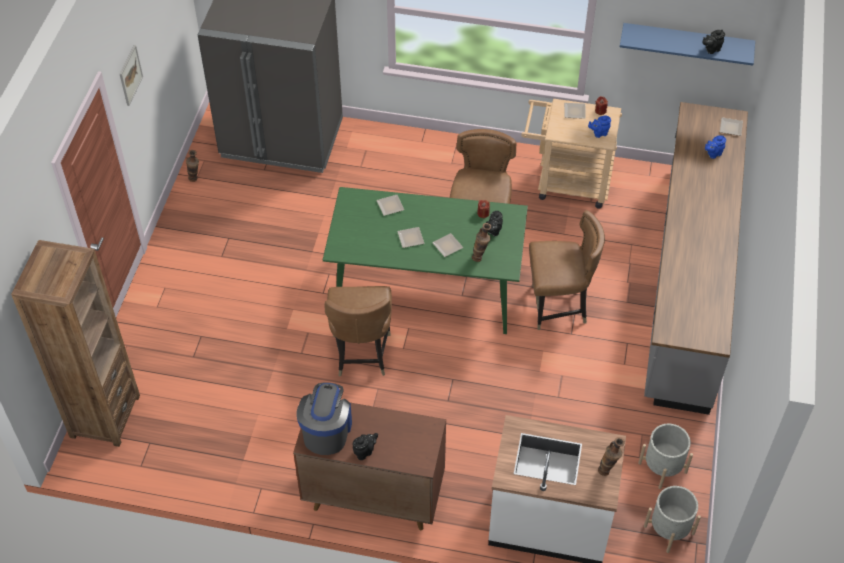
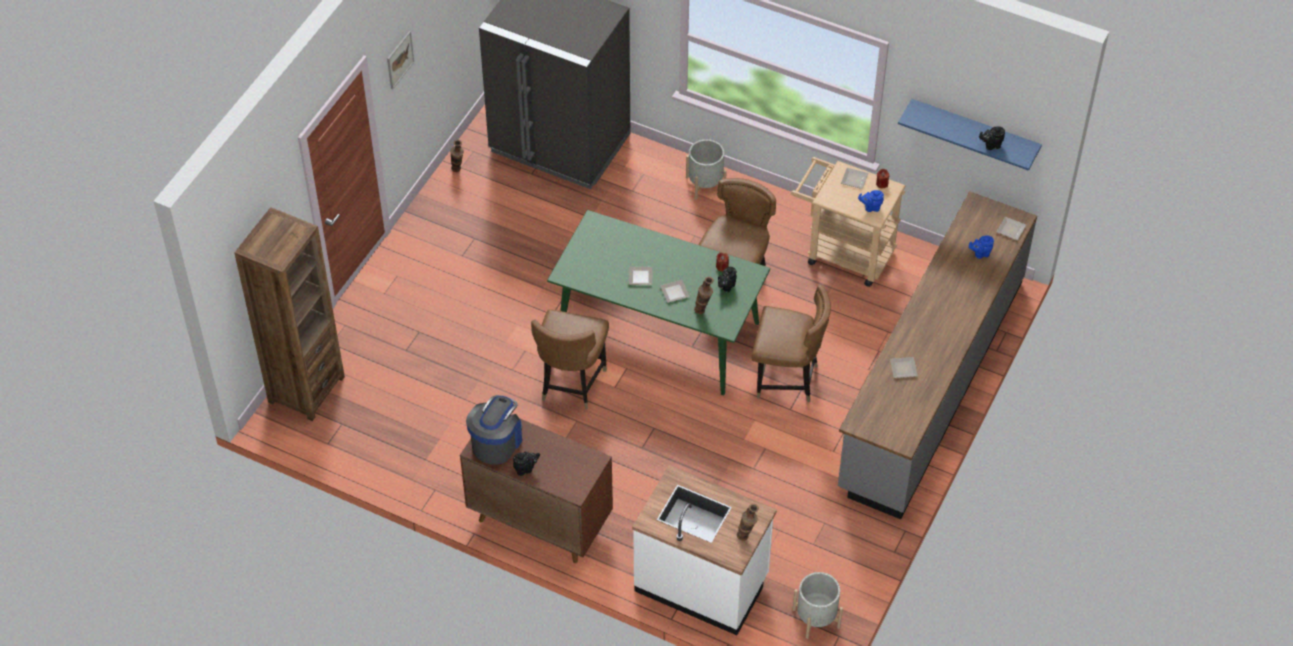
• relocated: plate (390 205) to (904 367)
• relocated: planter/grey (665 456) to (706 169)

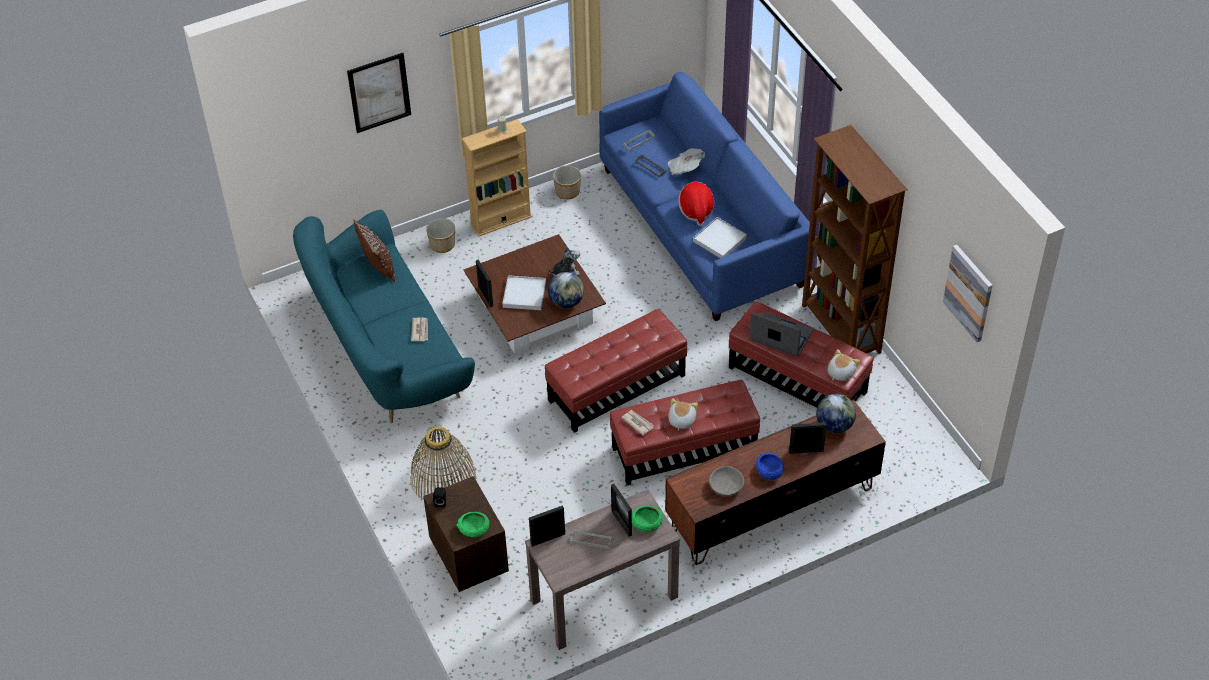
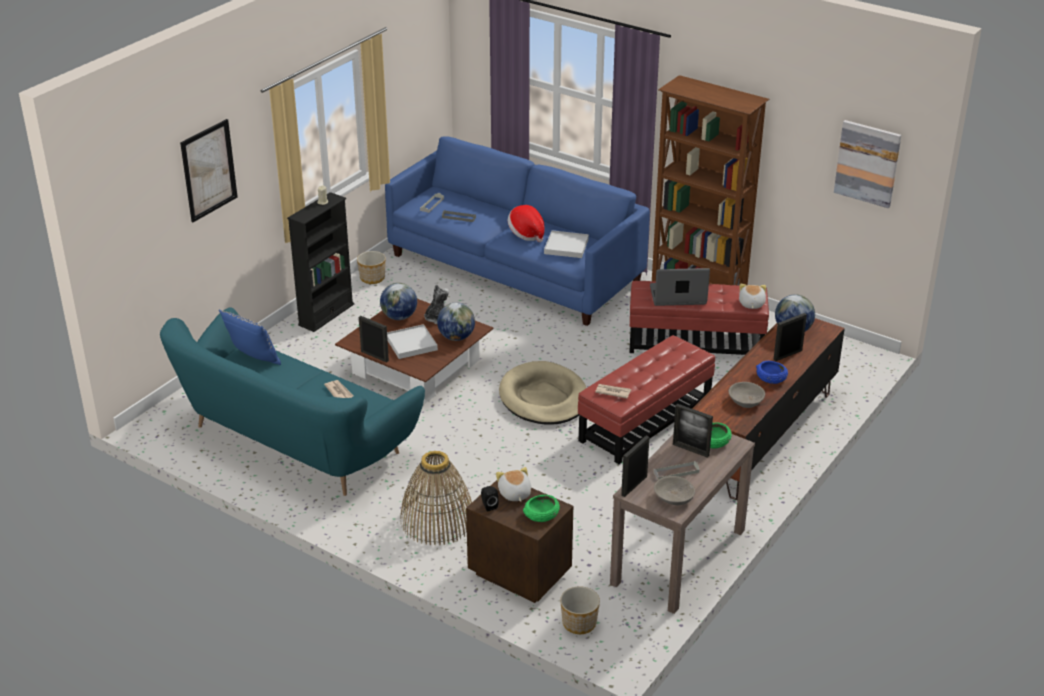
• colour: pillow/brown (374 251) to pillow/blue (250 337)
• relocated: planter (440 235) to (580 610)
• colour: bookcase/beige (497 178) to bookcase/black (320 262)
• exchanged: ottoman/red (616 371) to dog bed/beige (542 393)
• missing: newspaper (686 161)
• relocated: plush toy (683 414) to (513 484)
• appeared: globe (398 301)
• appeared: bowl/grey (674 490)

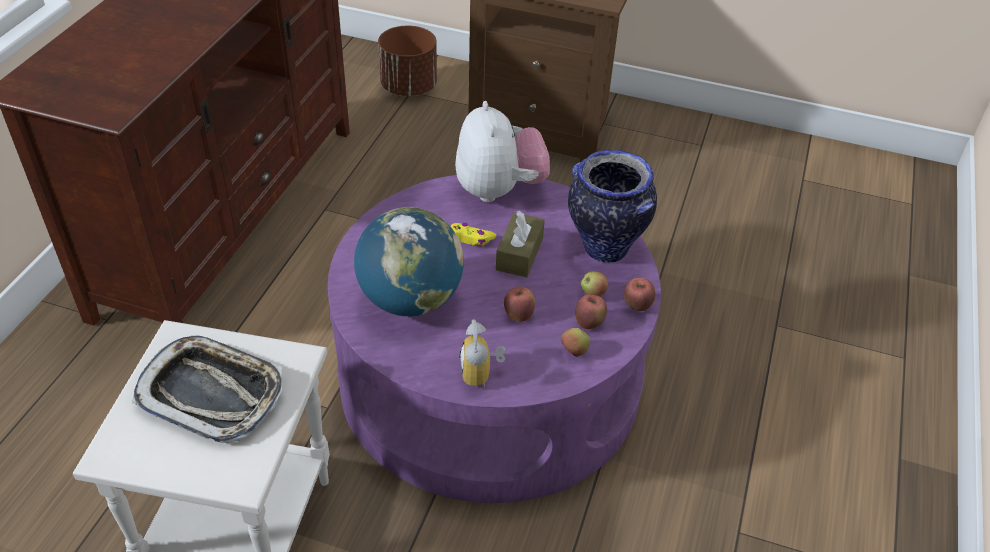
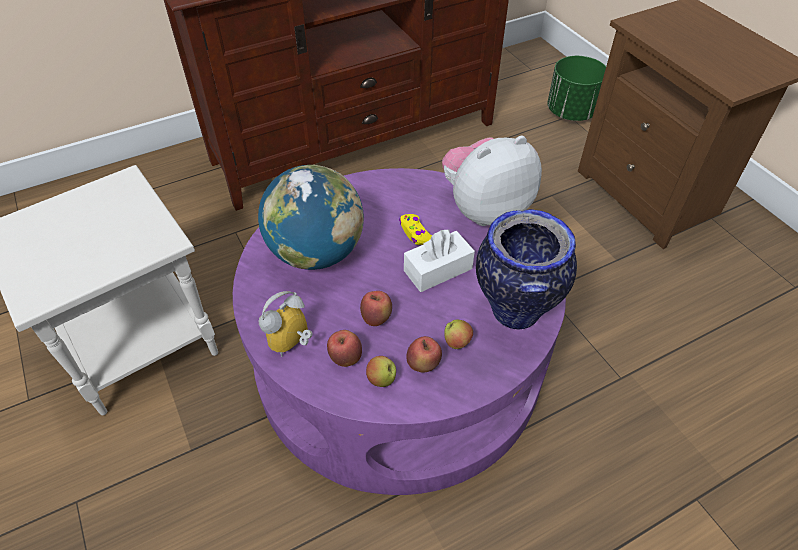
• missing: tray (207 389)
• colour: planter/brown (407 61) to planter/green (576 88)
• spun: plush toy (502 151) = (492 181) 150 degrees counterclockwise
• colour: tissue box/brown (520 244) to tissue box/white (439 261)
• relocated: apple (639 294) to (344 348)

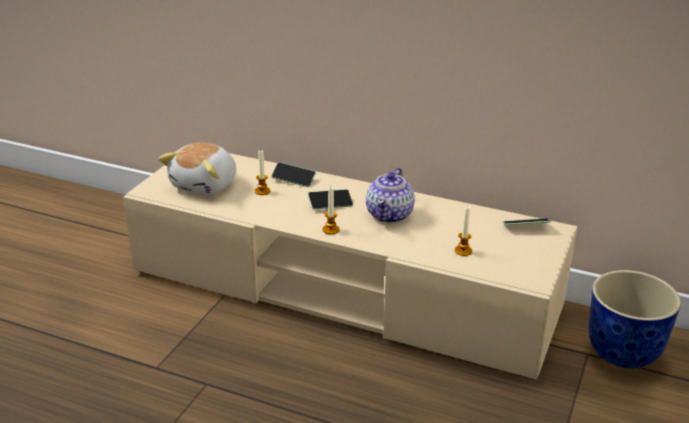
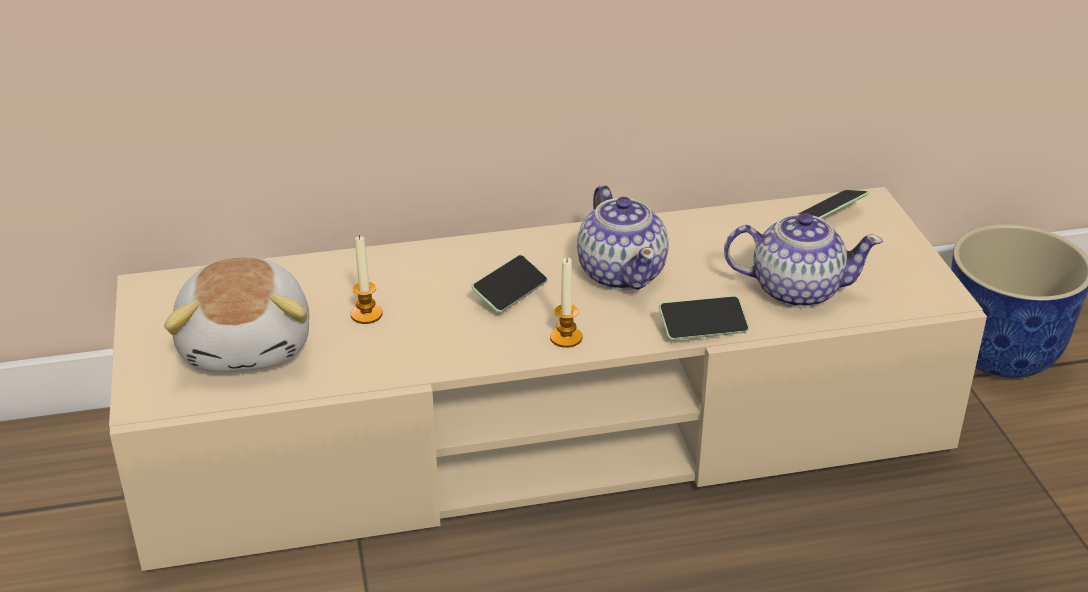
• relocated: phone (293 174) to (704 318)
• exchanged: candle (463 231) to teapot (803 260)

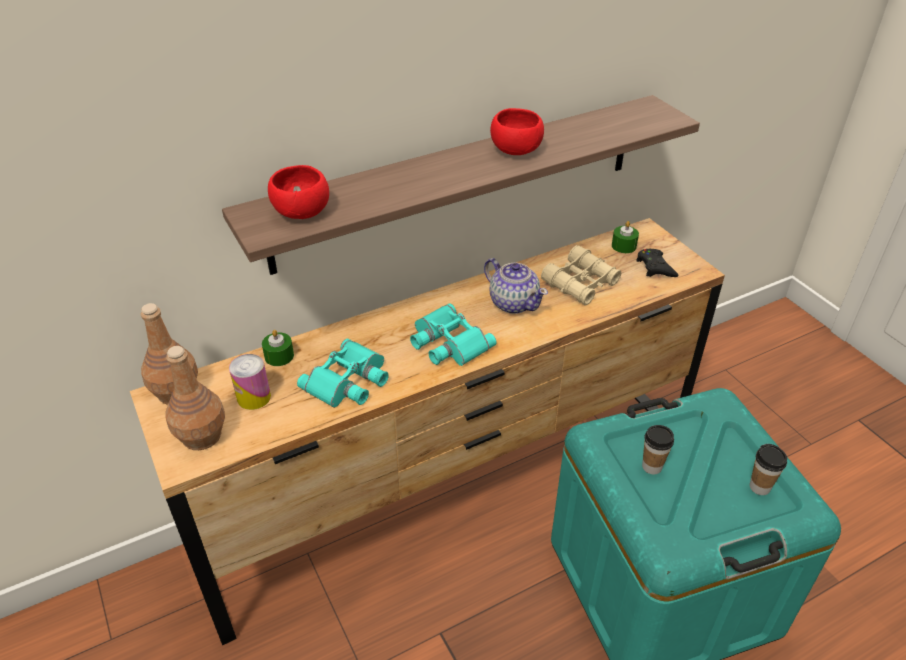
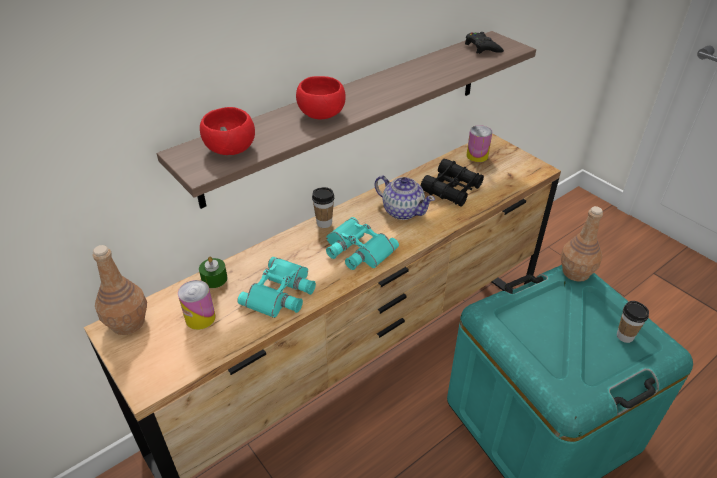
• relocated: bottle/brown (195 398) to (581 244)
• relocated: bowl/red (517 131) to (321 97)
• colour: binoculars/beige (581 275) to binoculars/black (452 183)
• exchanged: candle/green (625 237) to can (479 143)
• relocated: game controller/black (657 263) to (484 43)
• relocated: cup (658 449) to (323 207)

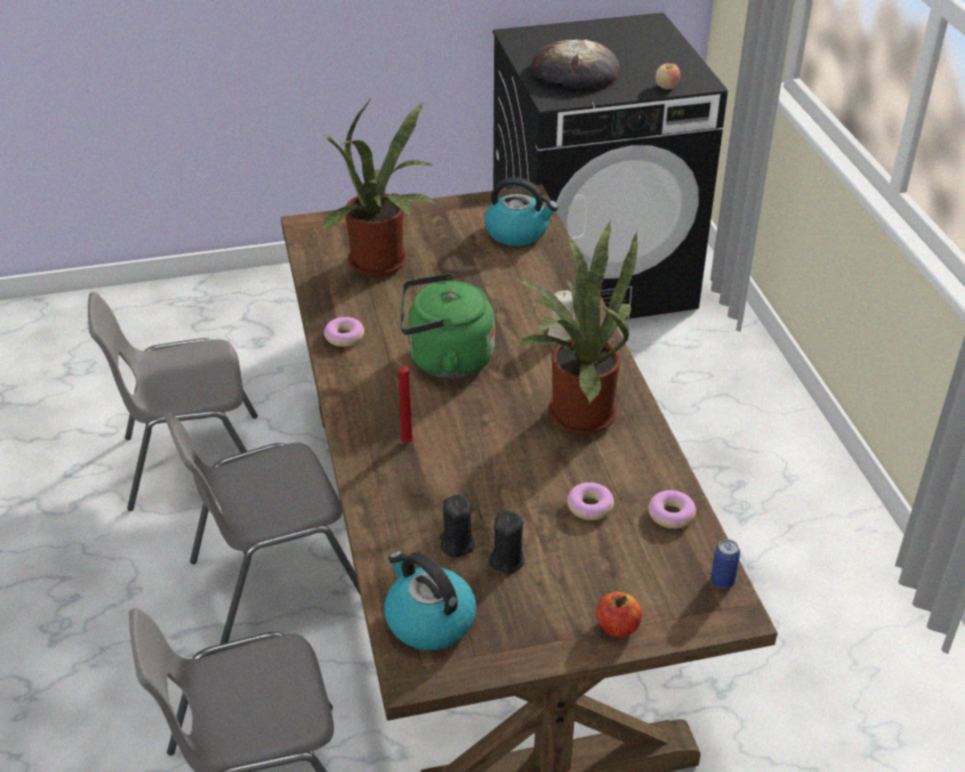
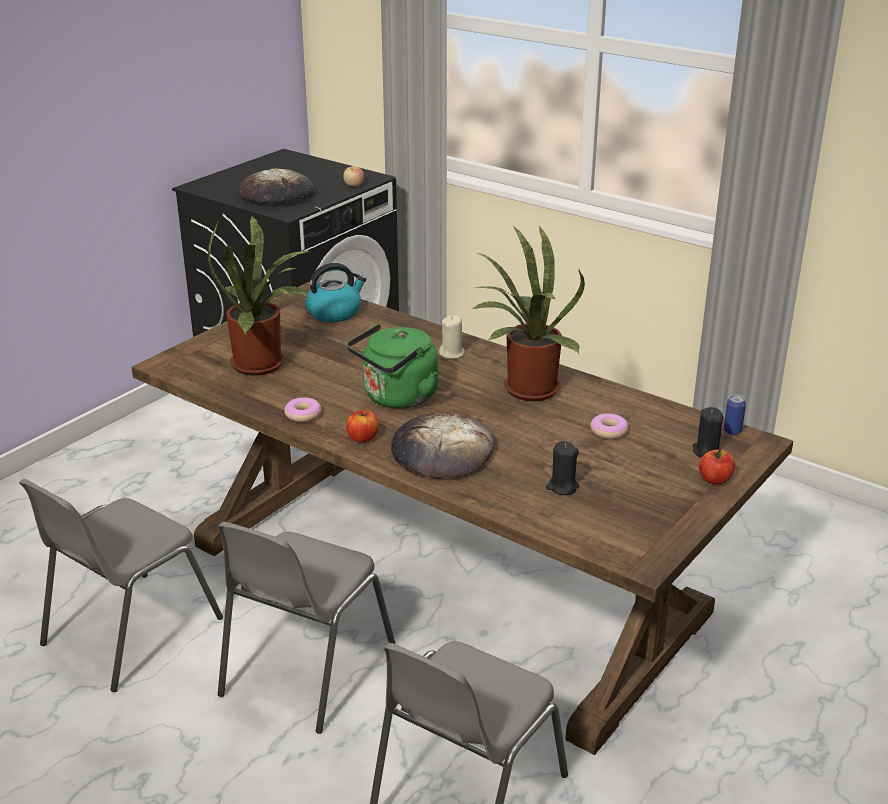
• missing: kettle (430 600)
• exchanged: candle/red (403 400) to bread (443 446)
• relocated: candle/black (507 542) to (708 432)
• missing: donut (673 509)
• appeared: apple (362 426)

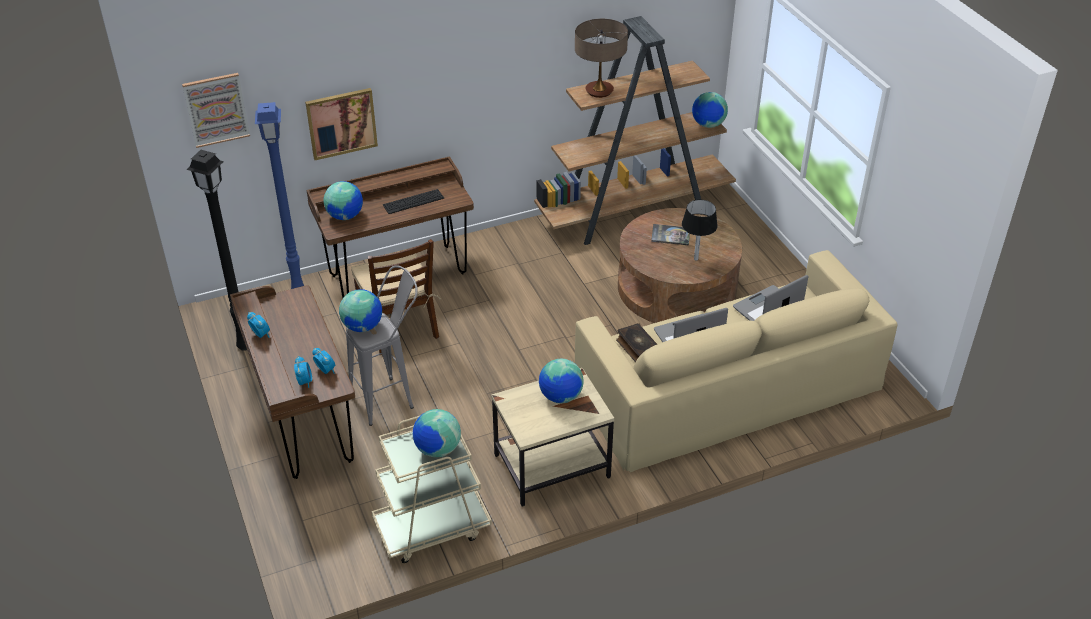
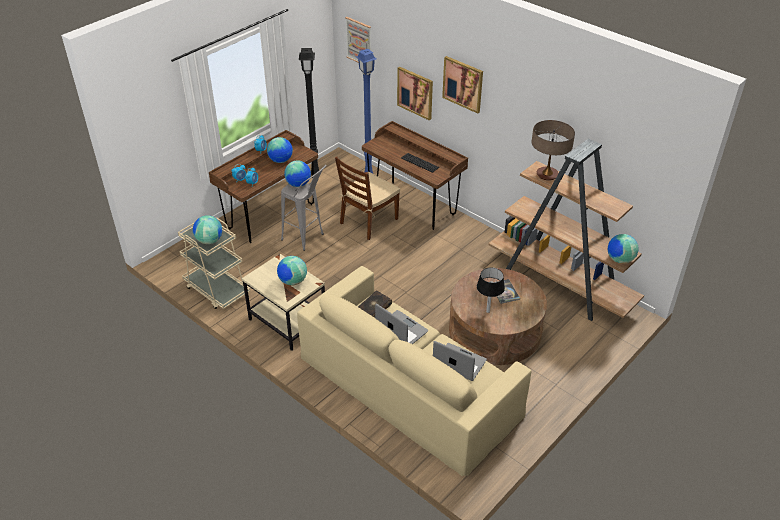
• relocated: globe (343 200) to (280 150)
• appeared: picture (462 85)

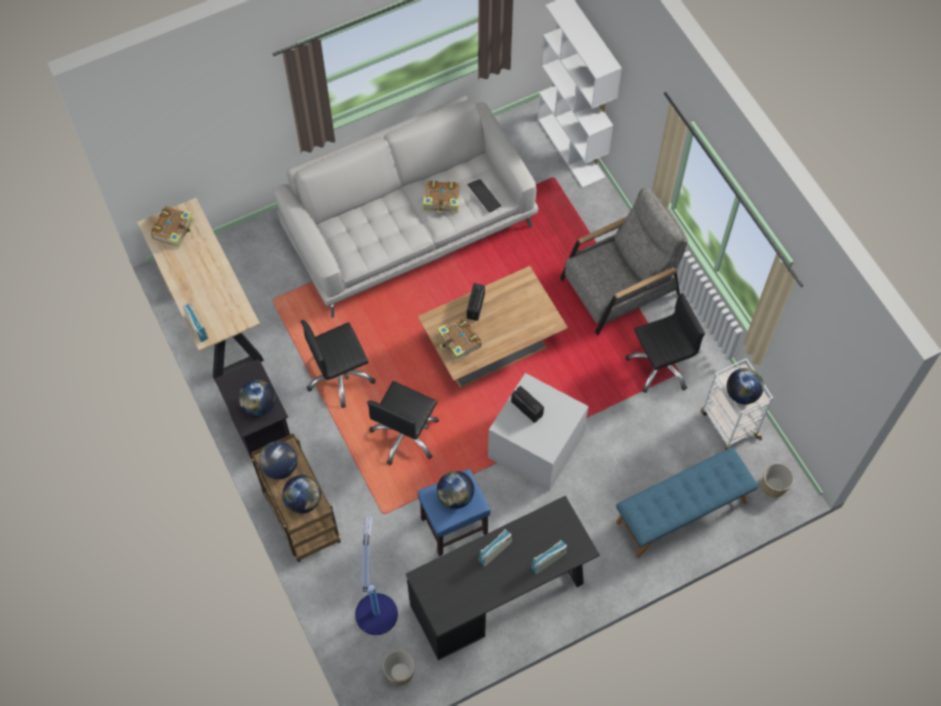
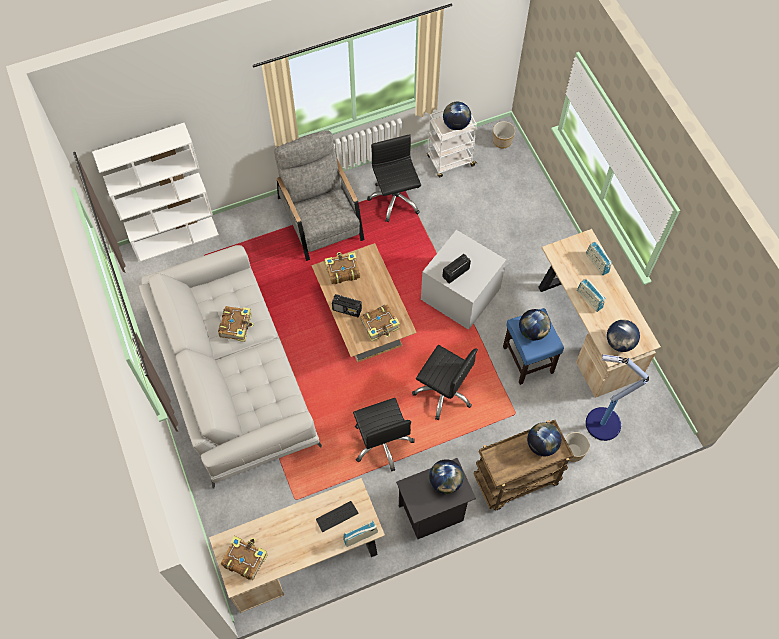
• relocated: globe (278 460) to (623 336)
• relocated: planter (399 668) to (577 447)
• colour: desk/black (503 578) to desk/beige (599 313)
• relocated: keyboard (484 195) to (337 516)
• missing: bench/blue (687 502)
• appeared: book (342 268)

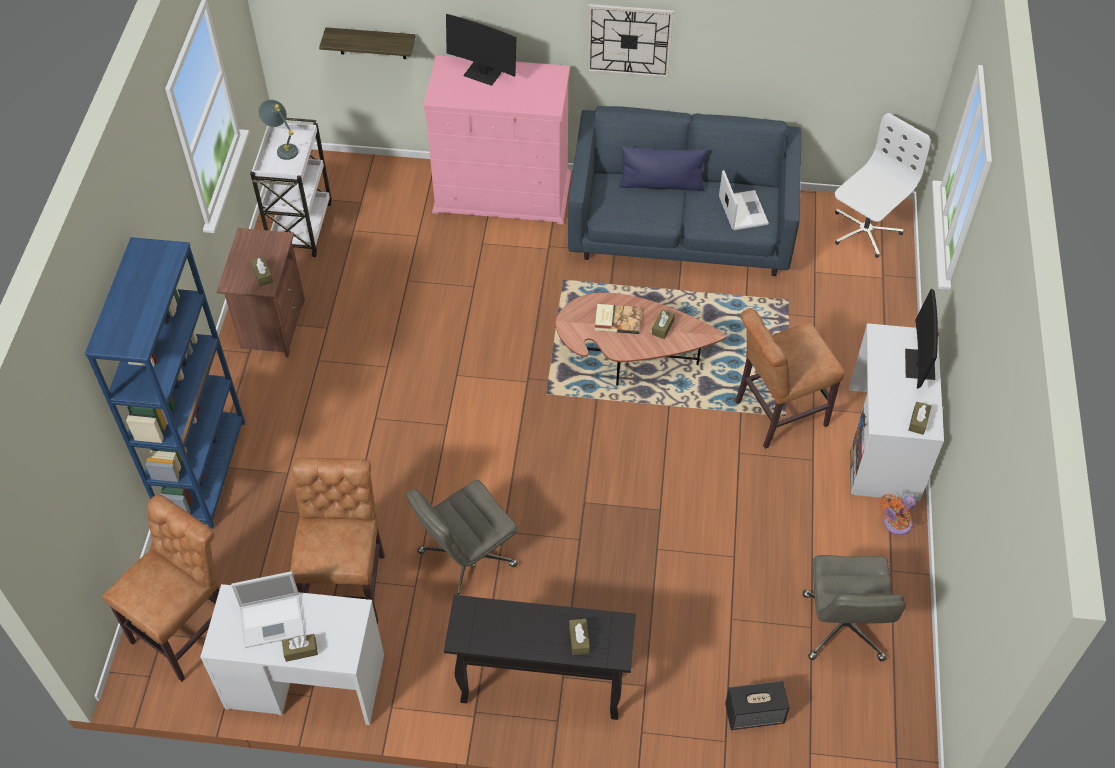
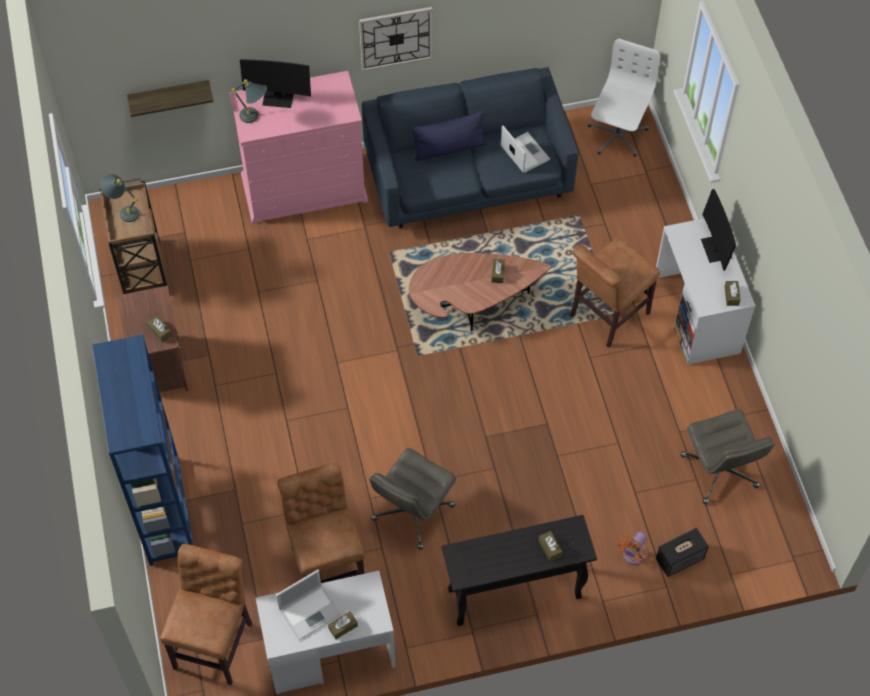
• colour: cart/white (290 187) to cart/brown (133 236)
• missing: book (618 319)
• relocated: fan/orange (898 514) to (632 548)
• appeared: table lamp/grey (249 101)

